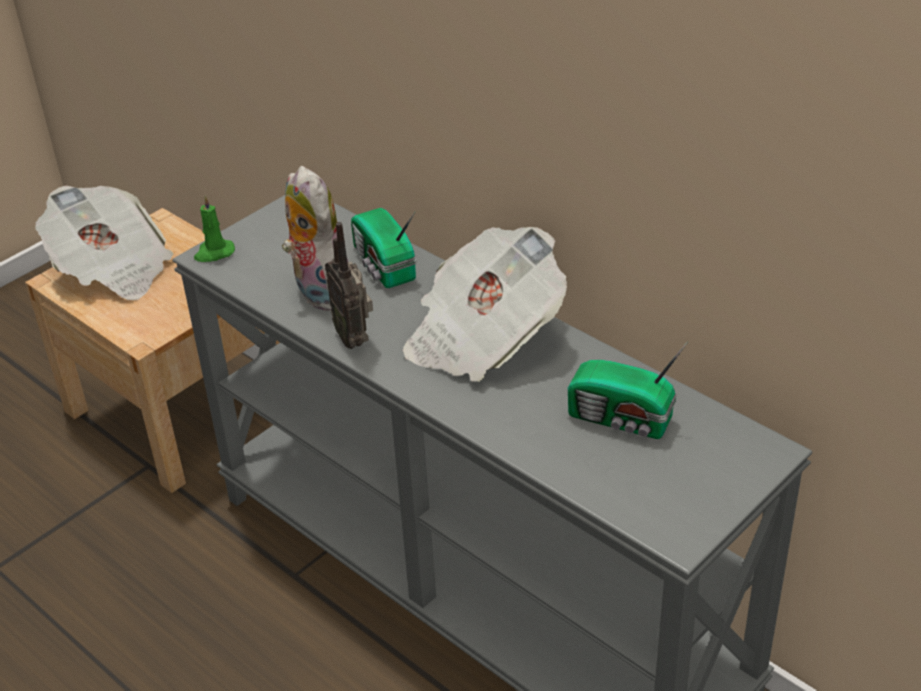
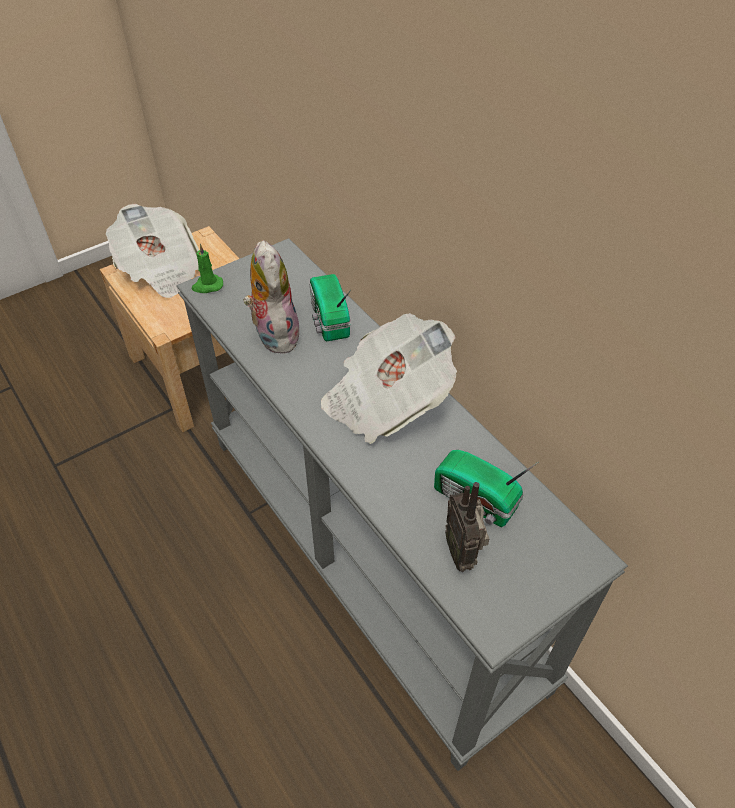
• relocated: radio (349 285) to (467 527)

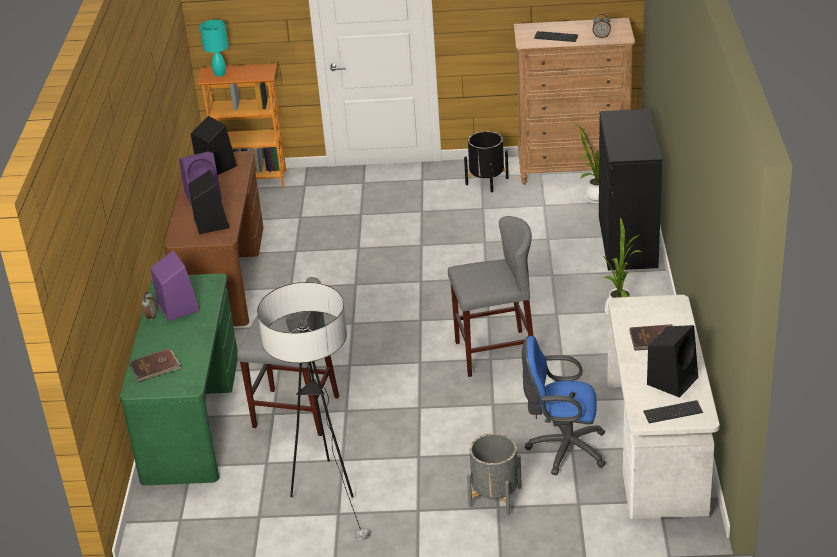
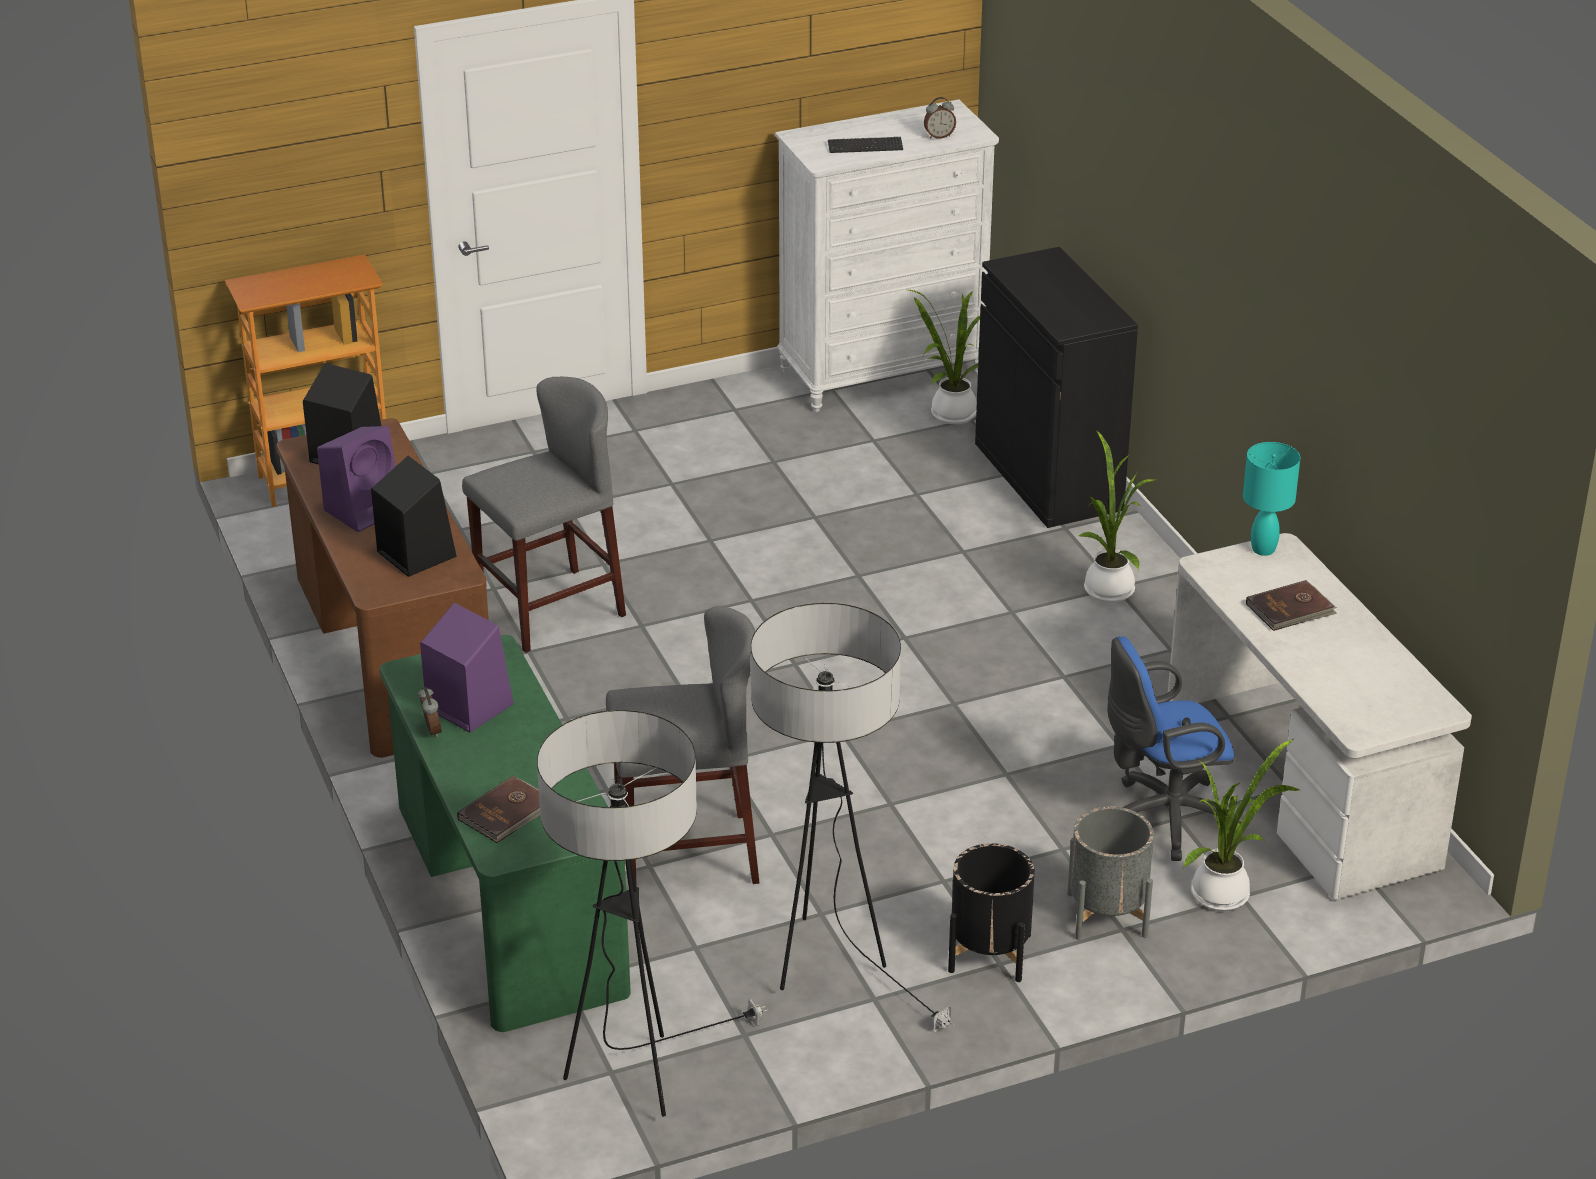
• relocated: table lamp/turquoise (214 48) to (1271 499)
• relocated: stool/grey (491 296) to (544 515)
• relocated: planter/black (486 162) to (991 912)
• colour: dresser/brown (574 101) to dresser/white (887 255)
• missing: keyboard (673 411)
• missing: speaker/black (672 361)
• appeared: floor lamp (652 913)
• appeared: potted plant (1241 825)

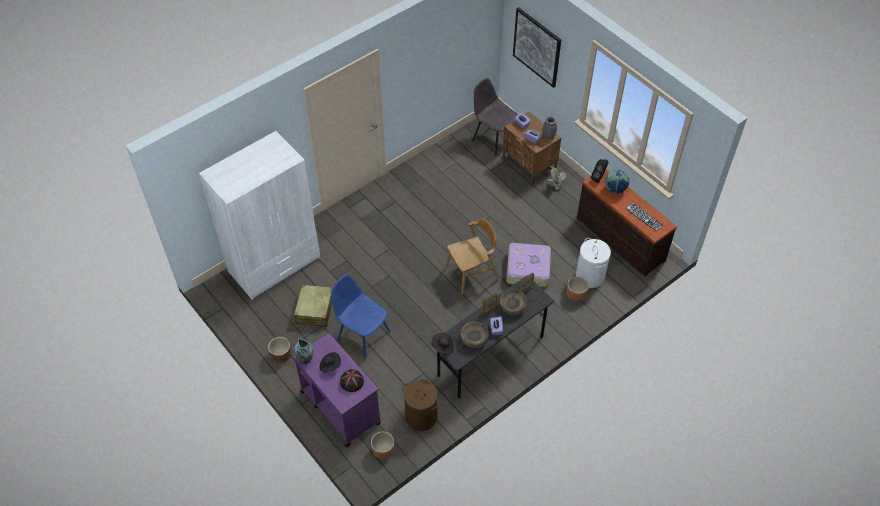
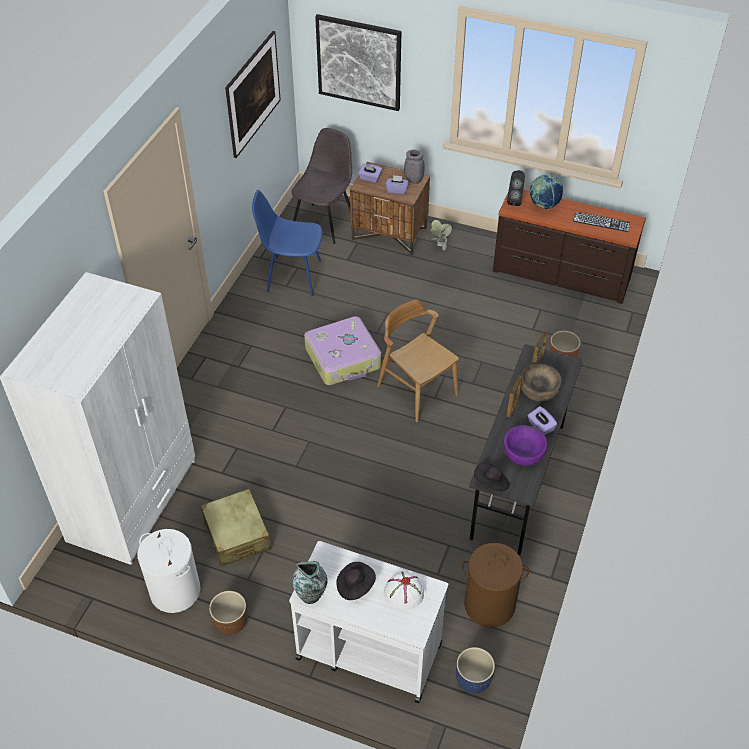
• colour: cart/purple (337 390) to cart/white (368 622)
• relocated: chair/blue (360 316) to (287 243)
• colour: hat/black (352 380) to hat/white (404 590)
• colour: planter/brown (382 445) to planter/blue (475 670)
• spun: chair/brown (472 256) = (418 360) 75 degrees counterclockwise
• colour: bowl/brown (475 334) to bowl/purple (525 445)
• spun: chair/grey (495 117) = (321 186) 105 degrees clockwise
• relocated: suitcase (528 265) to (342 350)
• relocated: laundry basket/white (593 263) to (168 571)
• appeared: picture (253 94)

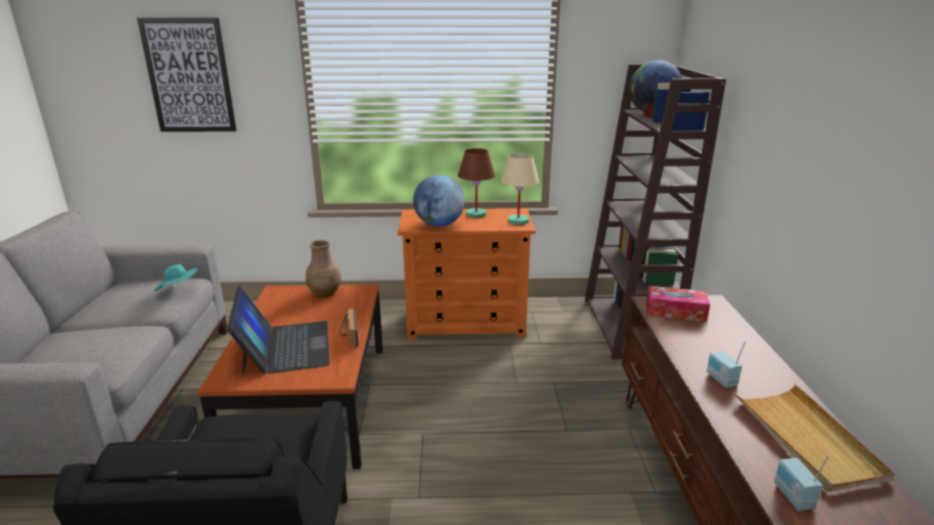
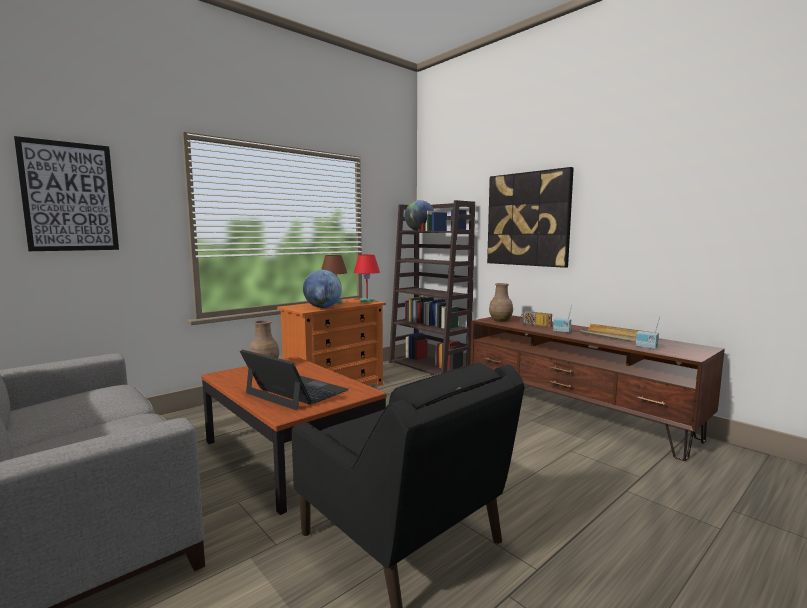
• missing: hat/turquoise (176 277)
• relocated: radio (349 328) to (536 319)
• colour: table lamp/beige (520 189) to table lamp/red (367 278)
• exchanged: tissue box (678 304) to vase/brown (501 302)
• appeared: picture (530 217)

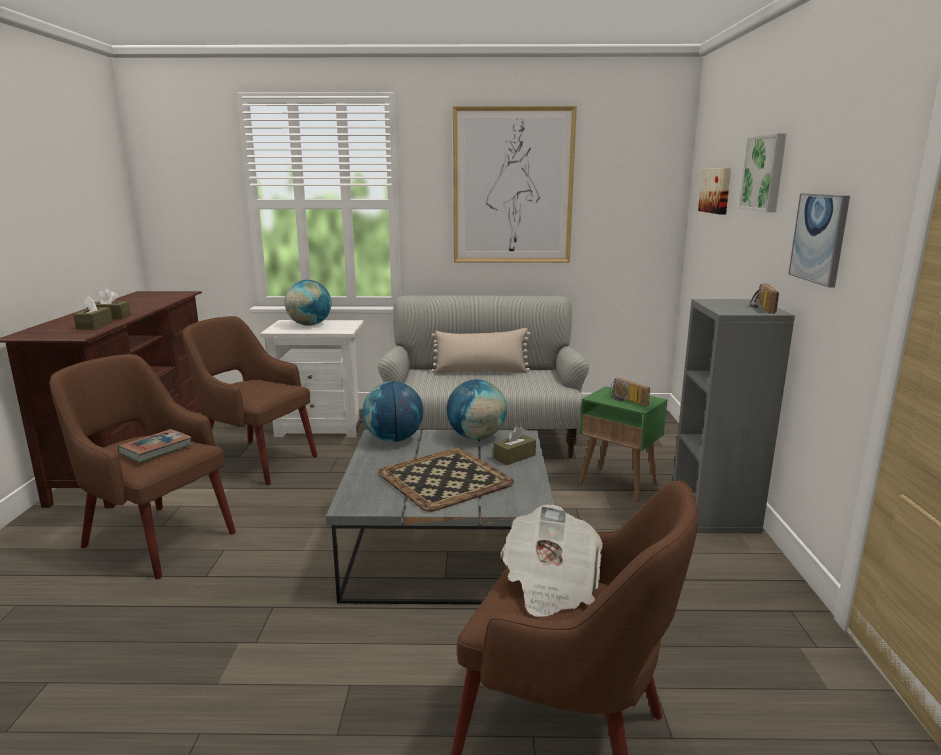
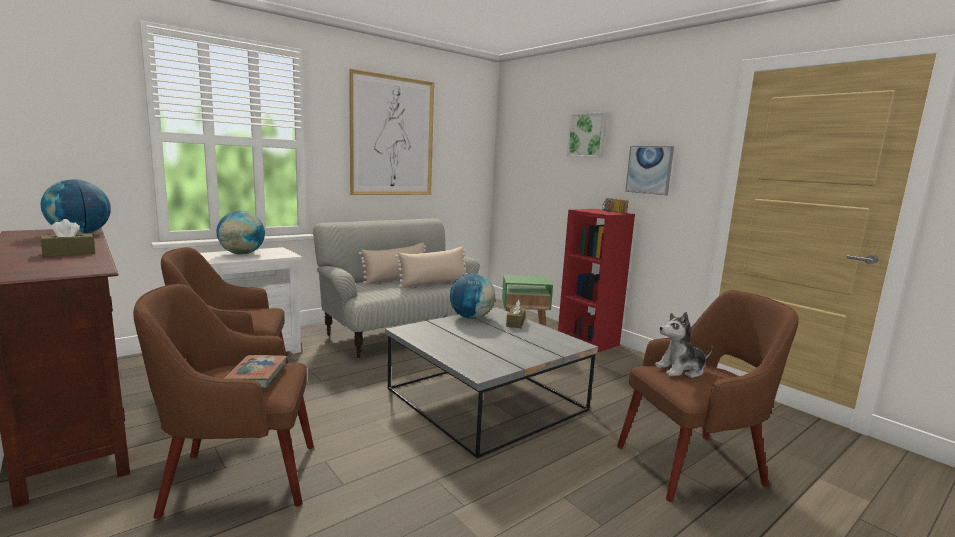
• missing: tissue box/brown (93 313)
• relocated: globe (392 411) to (76 206)
• missing: tray (446 480)
• exchanged: newspaper (552 561) to plush toy (683 345)
• missing: radio (630 392)
• colour: bookcase/grey (734 416) to bookcase/red (596 280)
• missing: picture (714 191)
• appeared: pillow/beige (431 267)

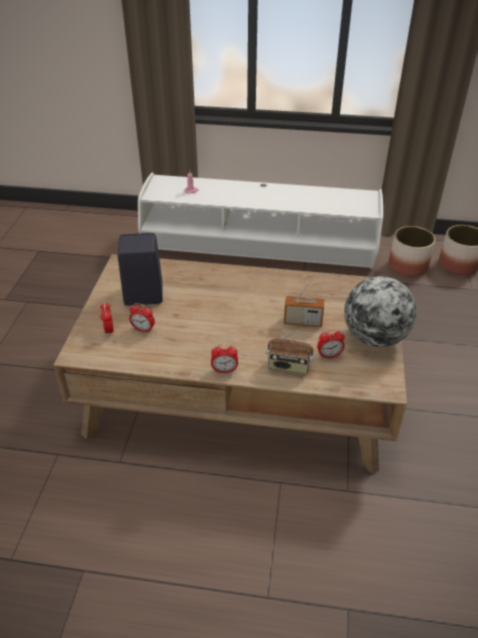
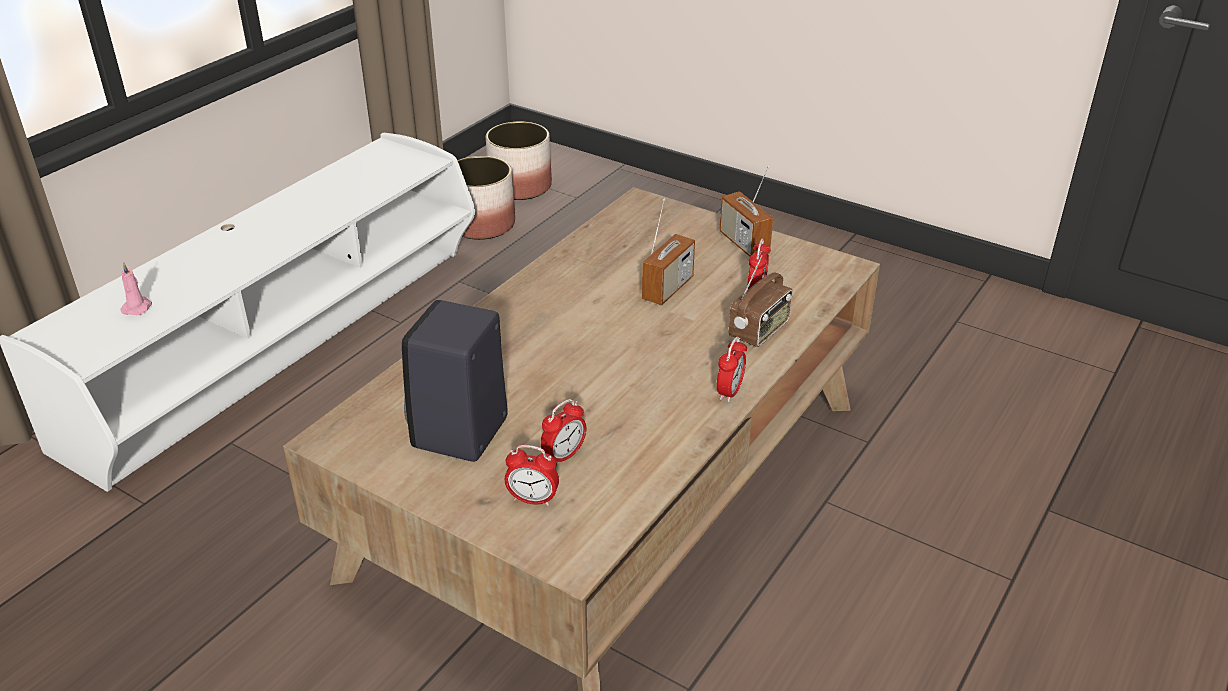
• exchanged: globe (380 311) to radio (746 211)

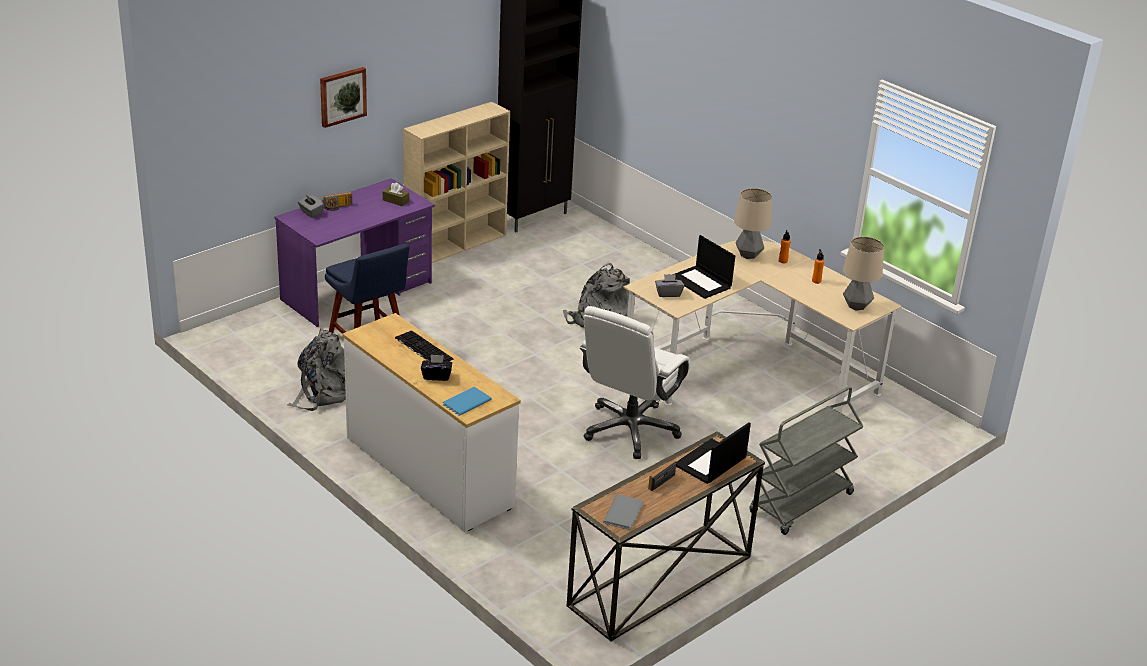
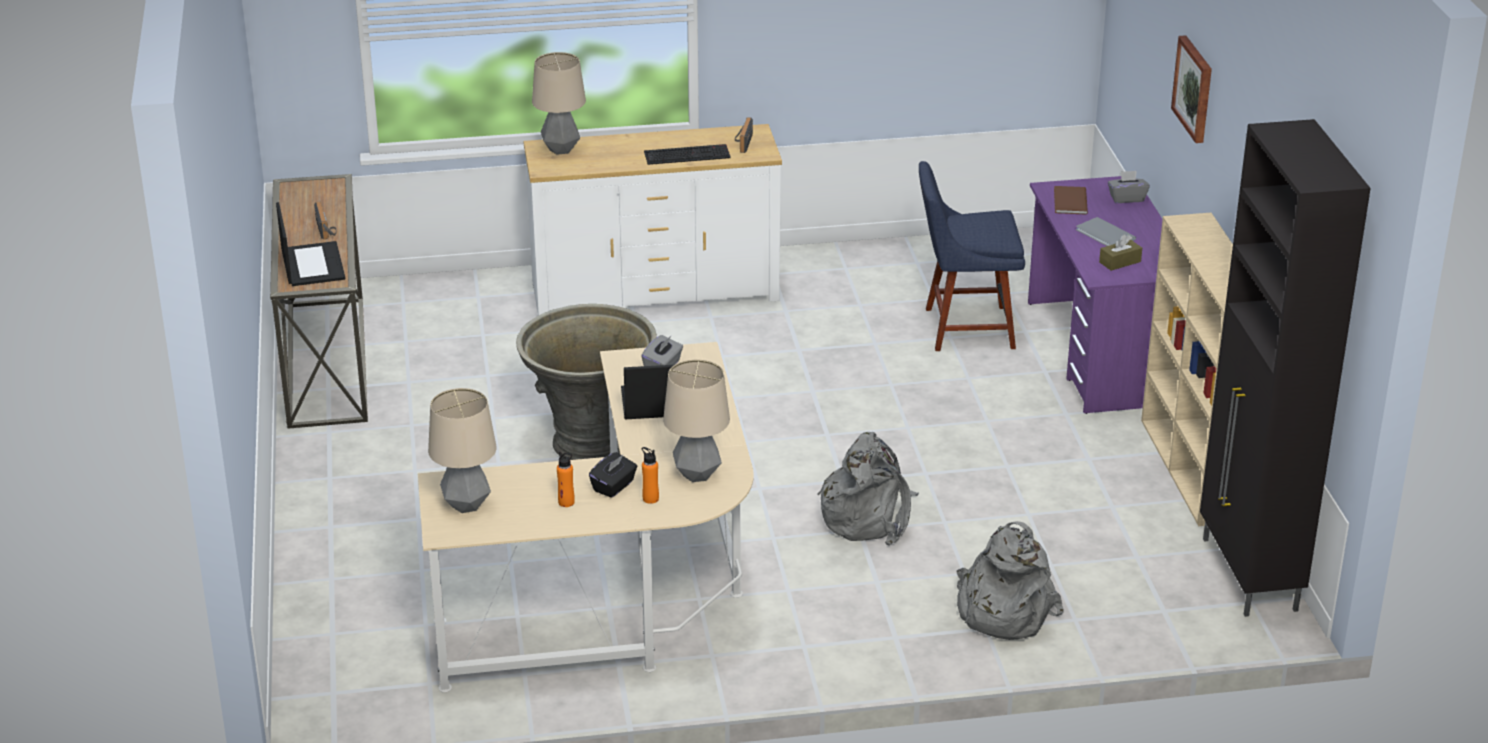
• relocated: backpack/grey (316 369) to (1010 580)
• relocated: radio (337 201) to (744 135)
• relocated: tissue box/black (436 368) to (613 475)
• exchanged: book/blue (467 401) to table lamp (559 103)
• exchanged: office chair/white (635 382) to planter/grey (586 382)
• relocated: book/grey (623 512) to (1106 231)
• missing: cart/grey (806 460)
• appeared: book/brown (1071 200)

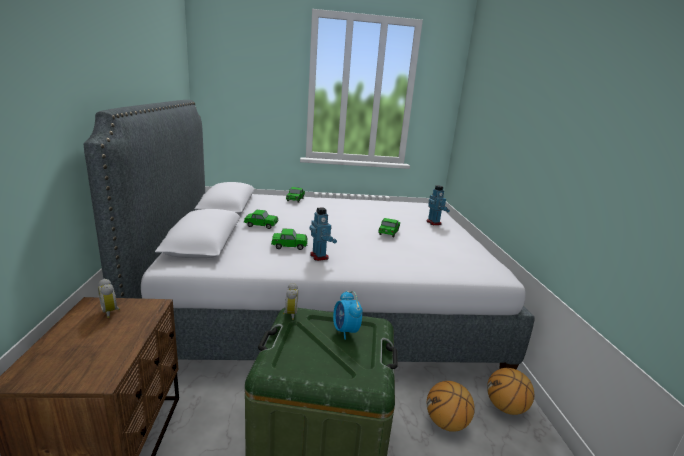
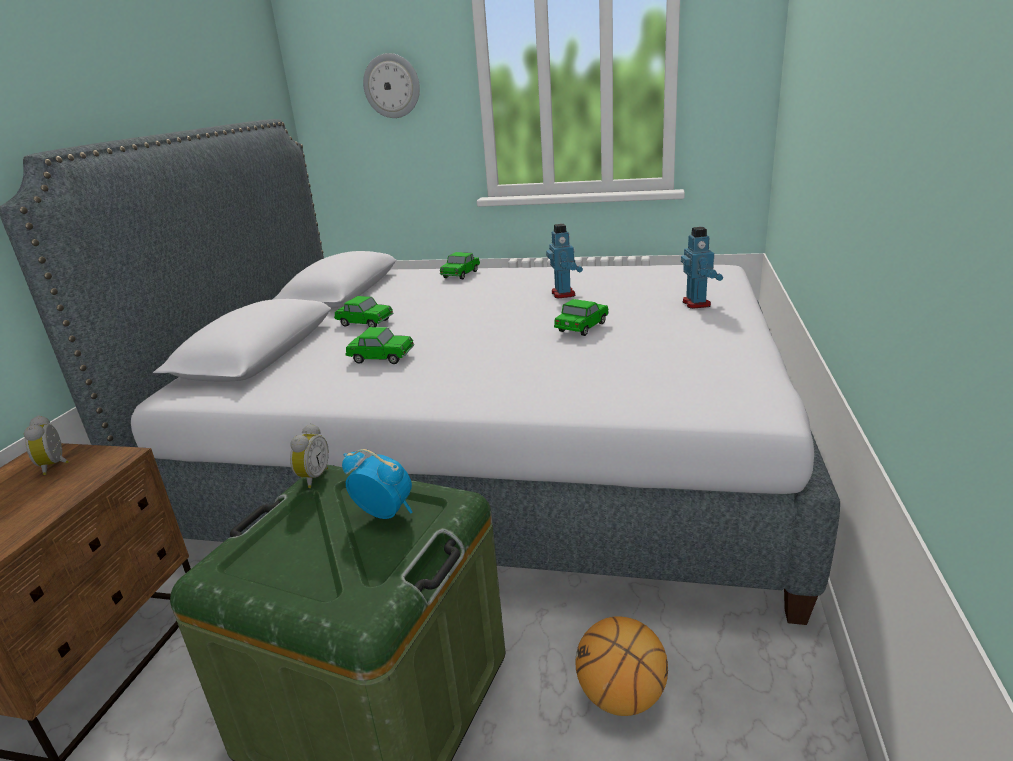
• relocated: toy robot (323 234) to (564 261)
• spun: alarm clock (348 315) = (377 484) 120 degrees clockwise
• missing: basketball (510 391)
• appeared: wall clock (391 85)

